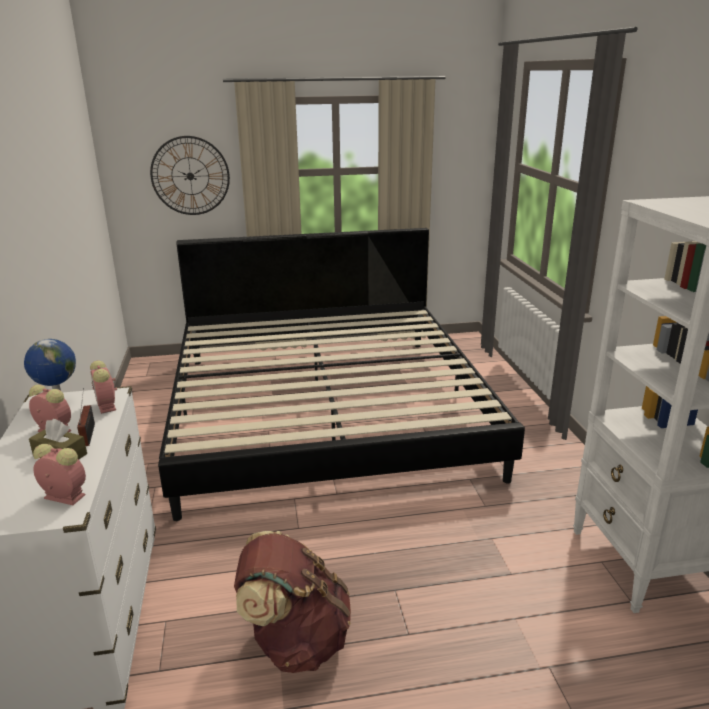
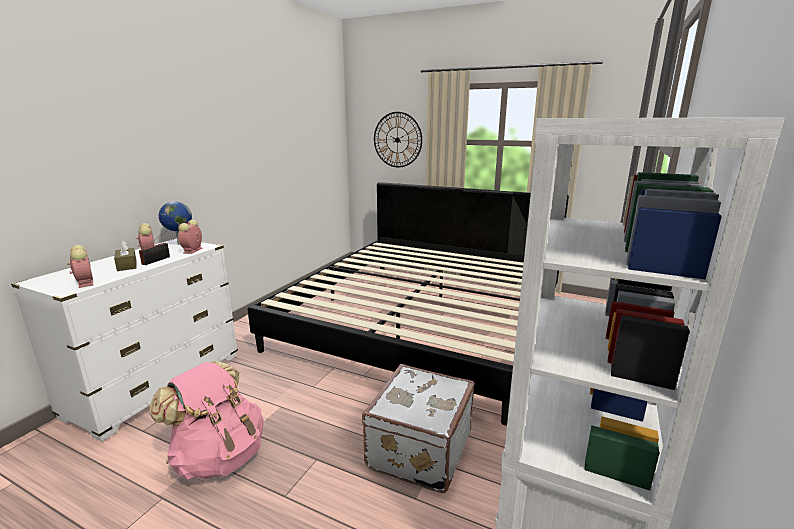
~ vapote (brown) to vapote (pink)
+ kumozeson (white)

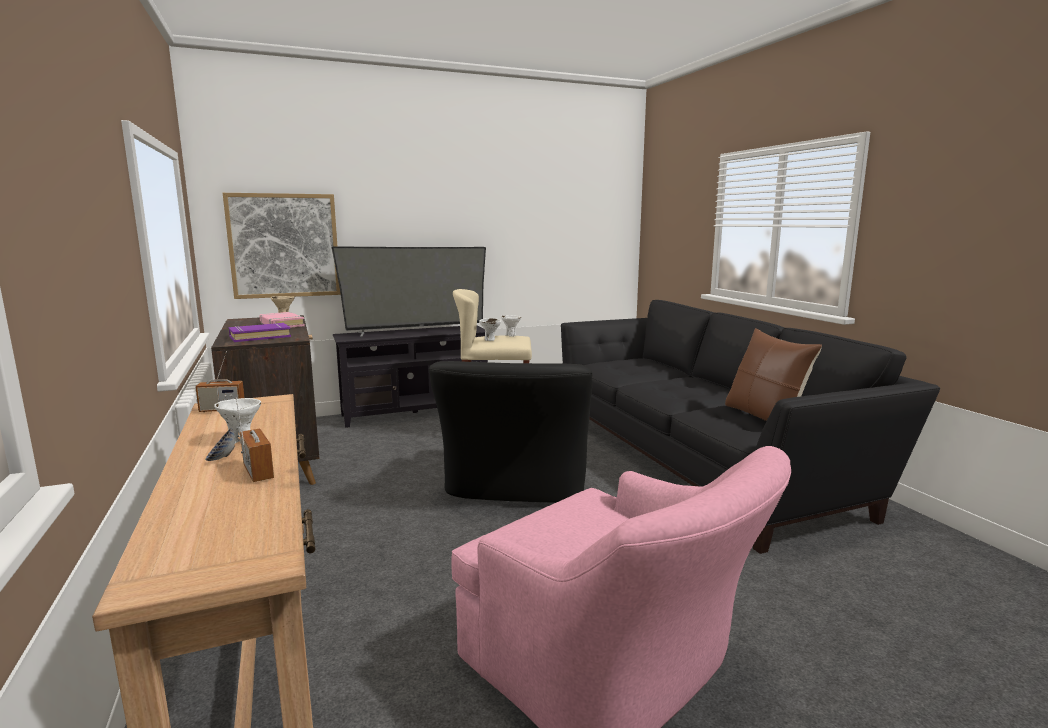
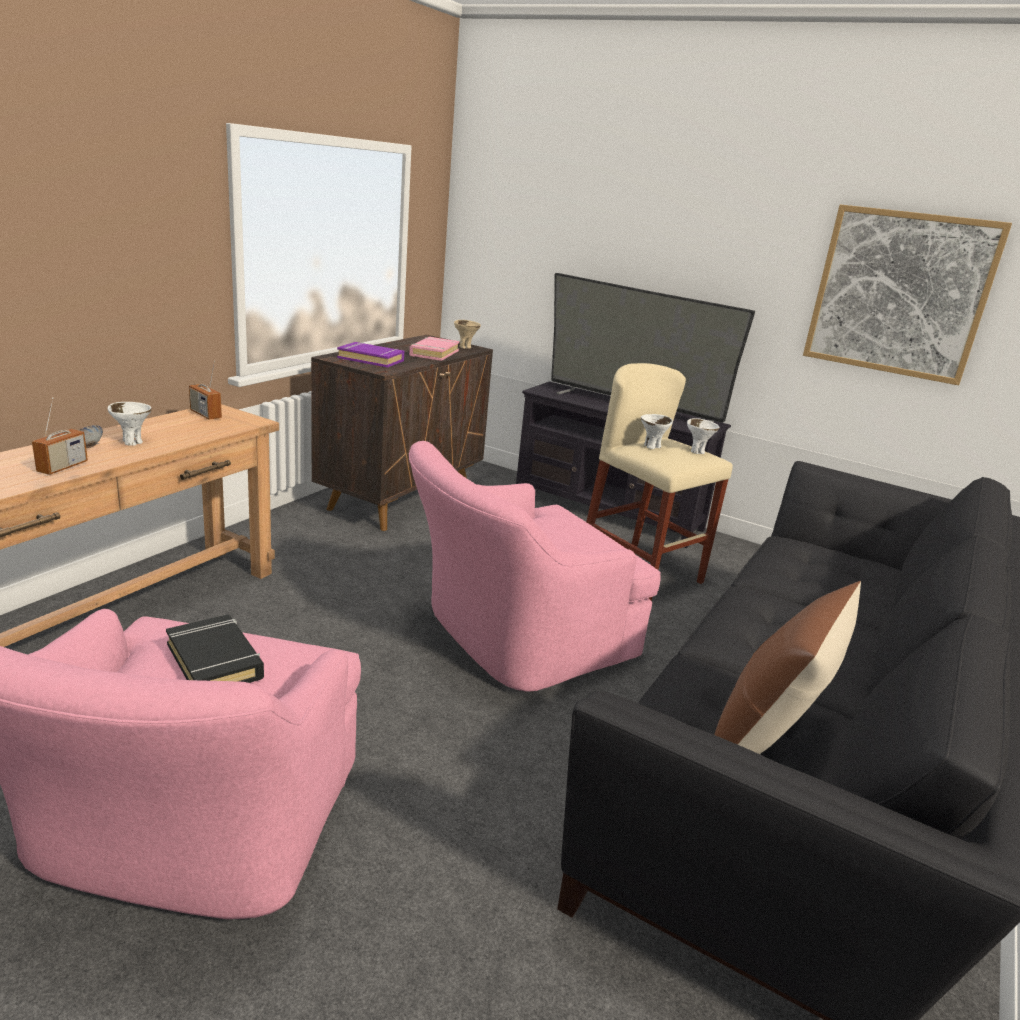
~ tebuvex
~ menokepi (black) to menokepi (pink) (no. 2 from left)
+ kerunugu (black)

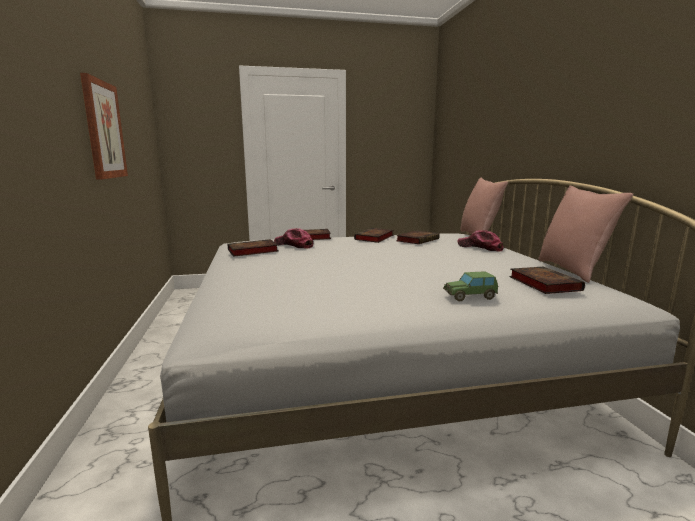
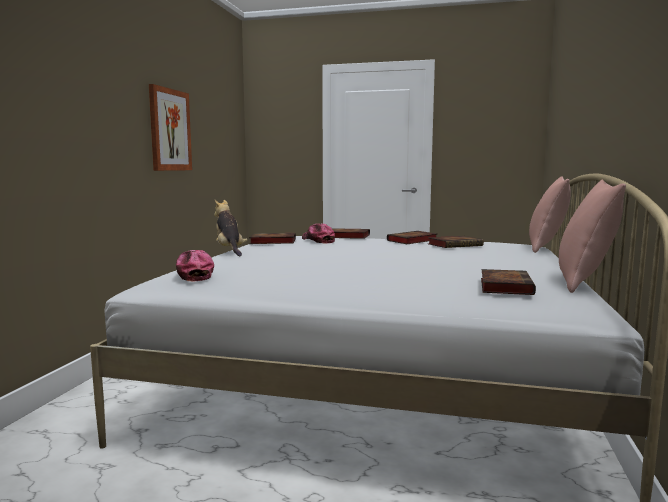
~ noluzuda (no. 2 from left in the first image) to noluzuda (no. 1 from left)
- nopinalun
+ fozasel

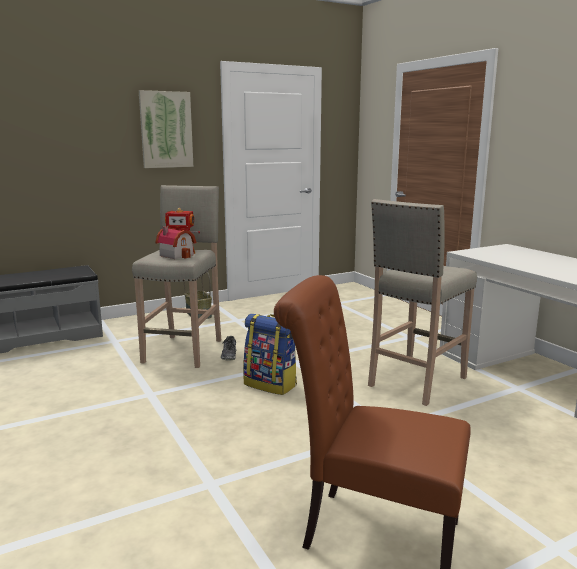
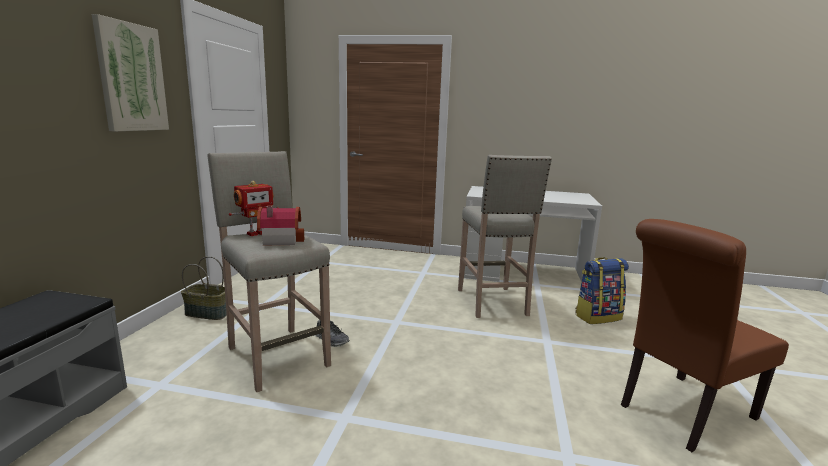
~ vapote

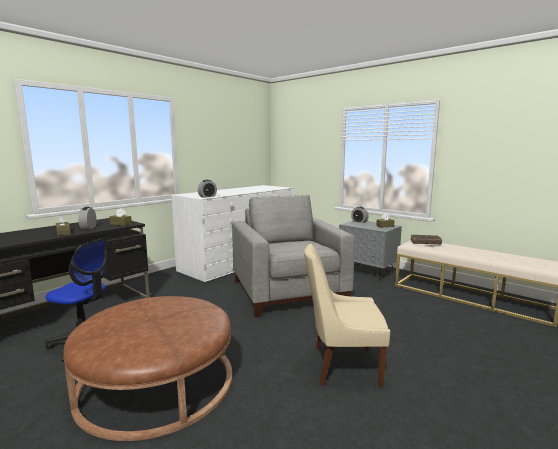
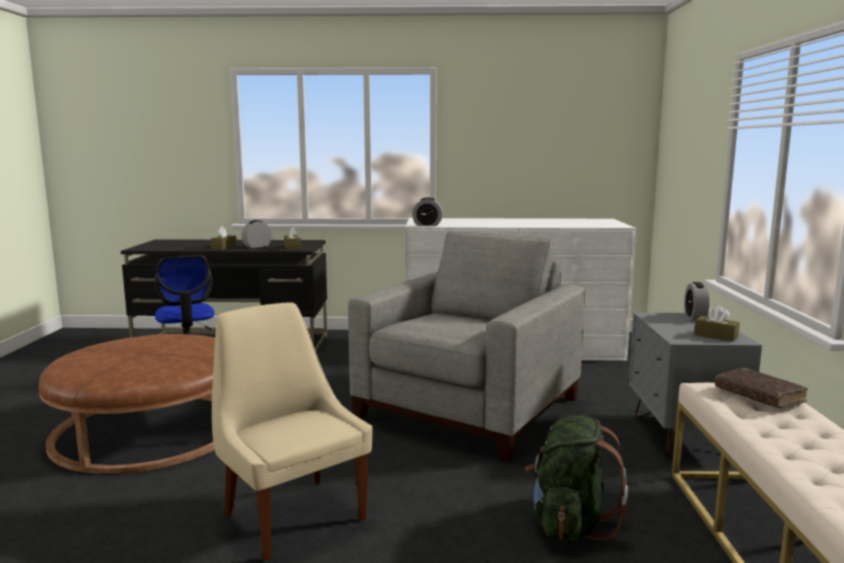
+ vapote (green)

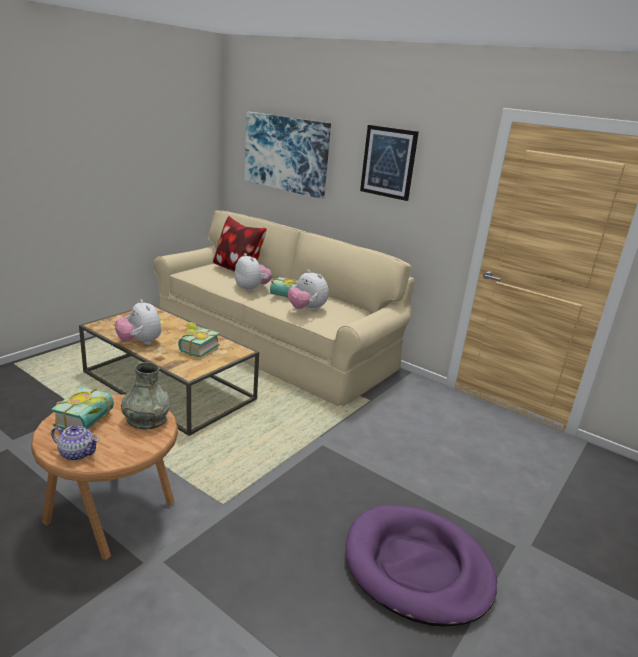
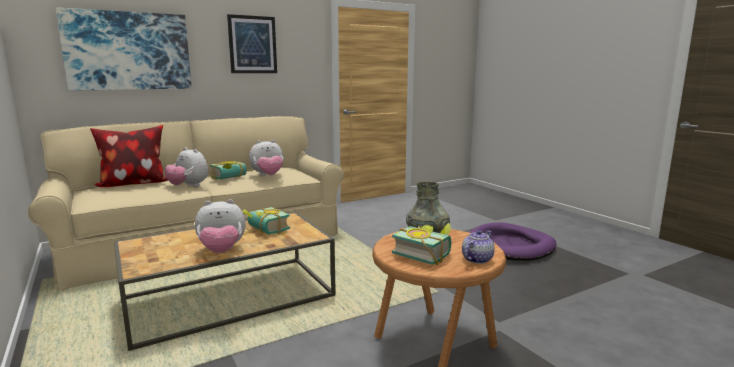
~ fozasel (no. 2 from left in the first image) 135 degrees counterclockwise

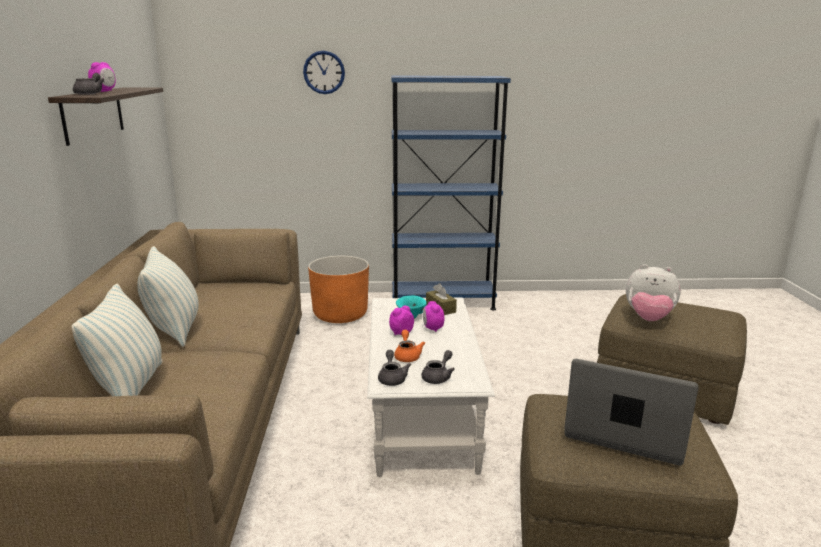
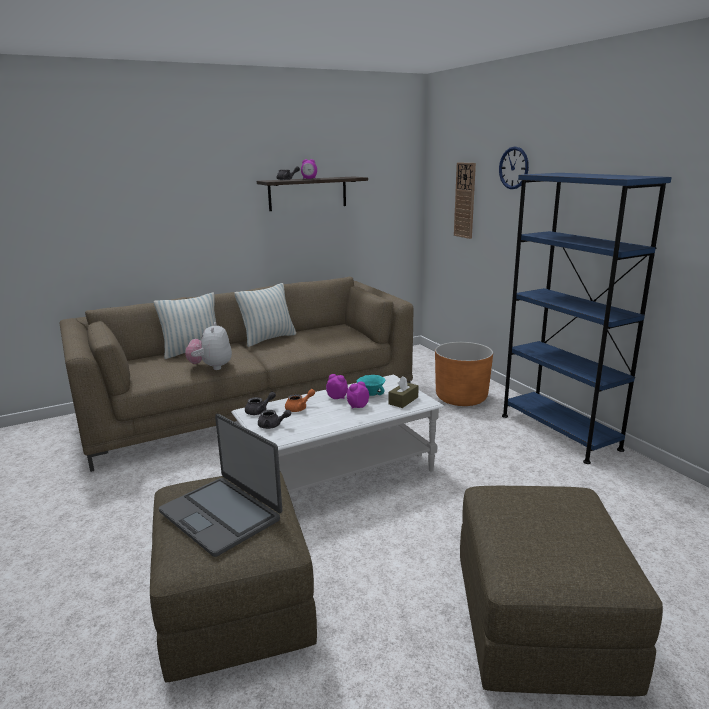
~ fozasel
~ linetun 135 degrees clockwise
+ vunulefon (no. 1 from left)

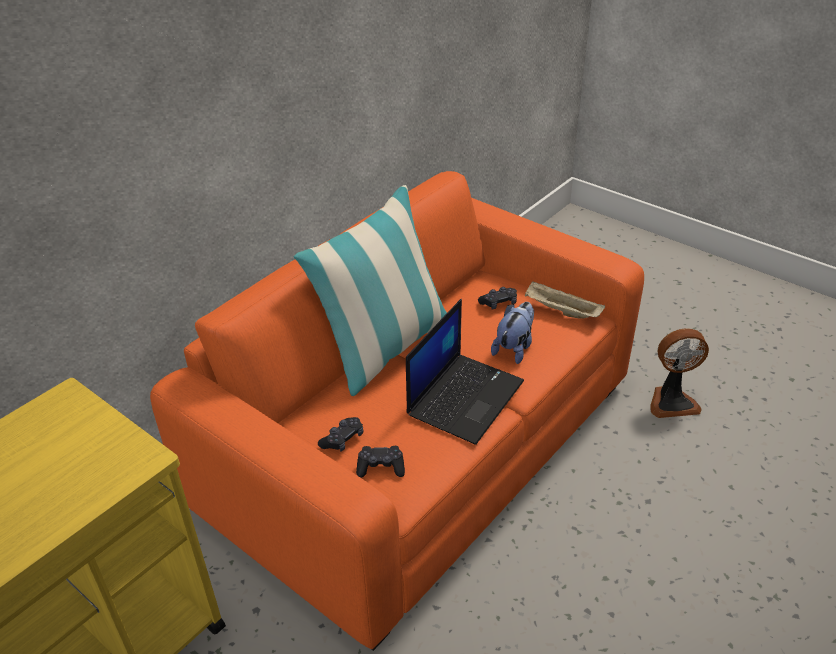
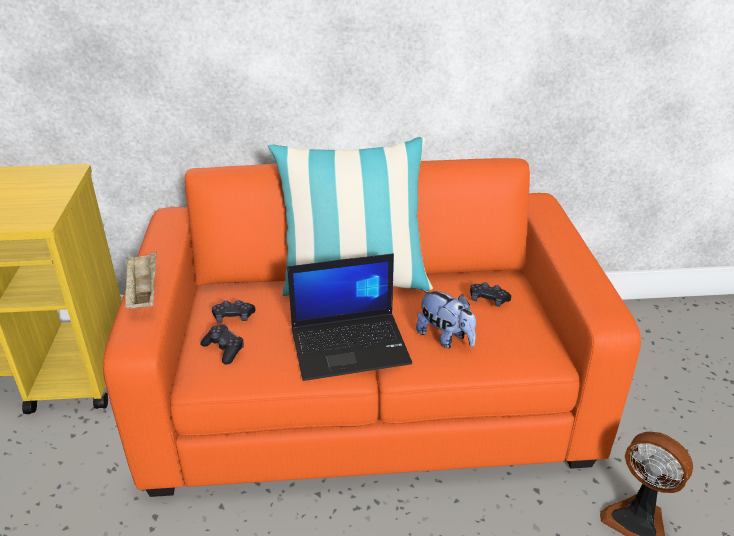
~ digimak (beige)
~ fozasel 60 degrees clockwise

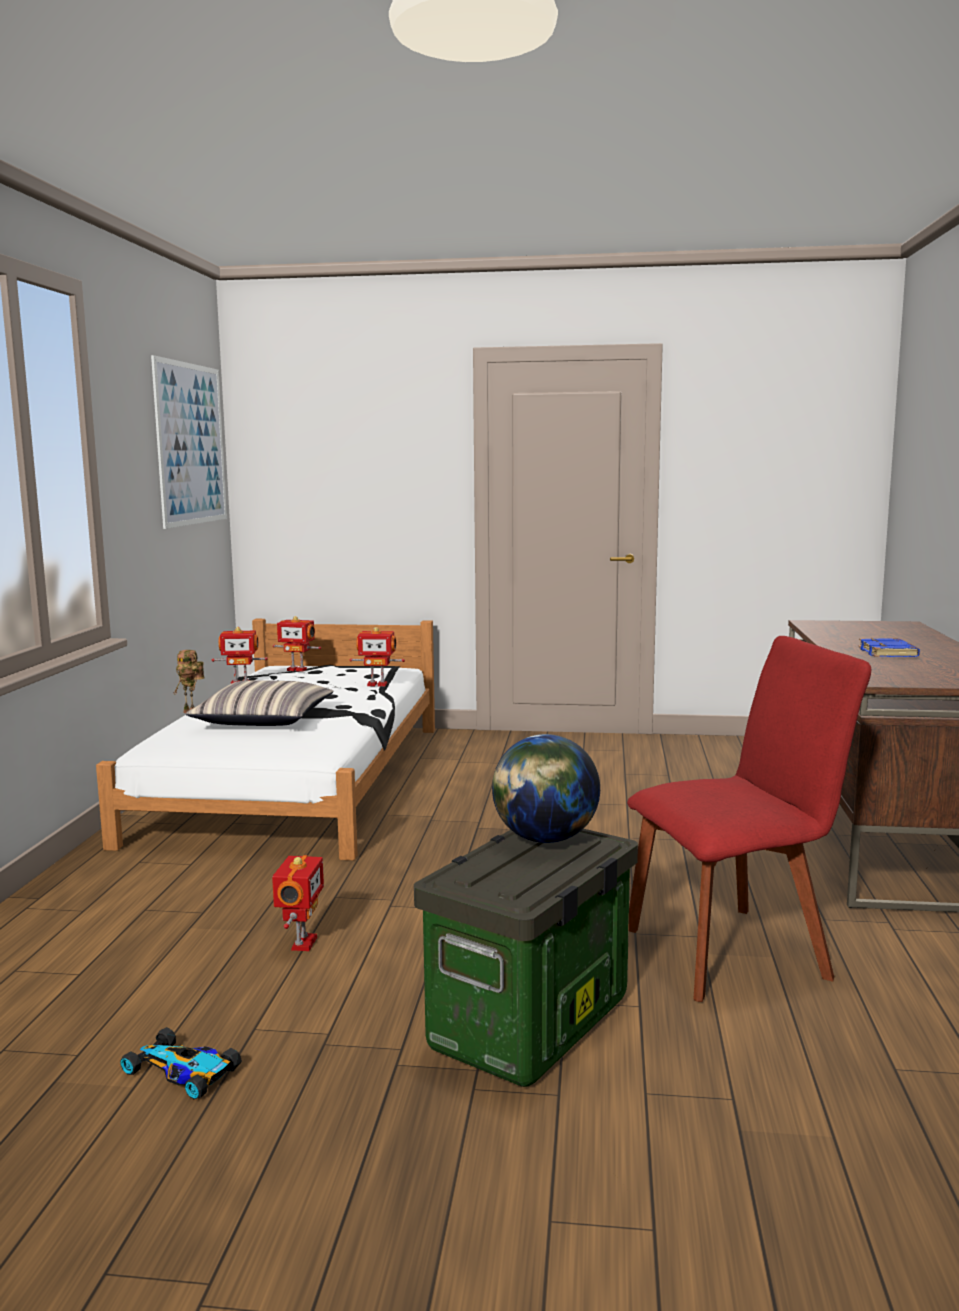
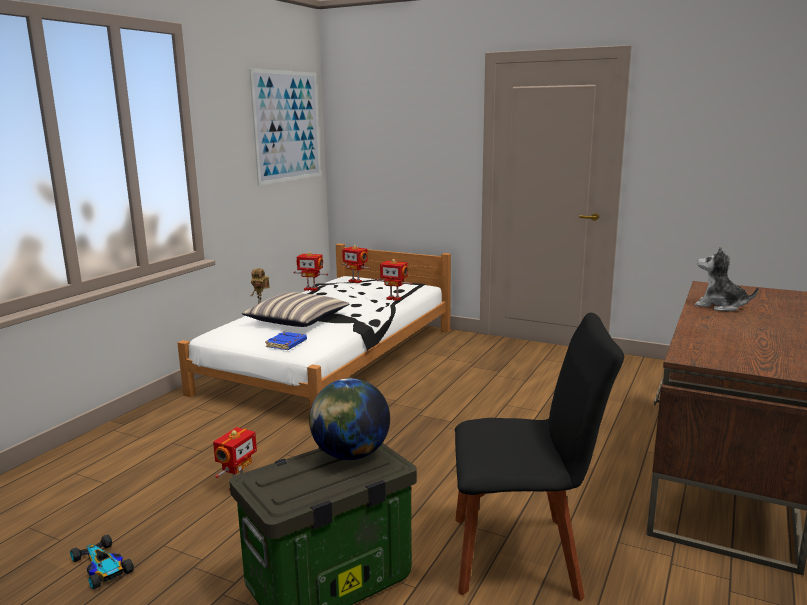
~ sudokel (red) to sudokel (black)
~ kerunugu (blue)
+ fozasel

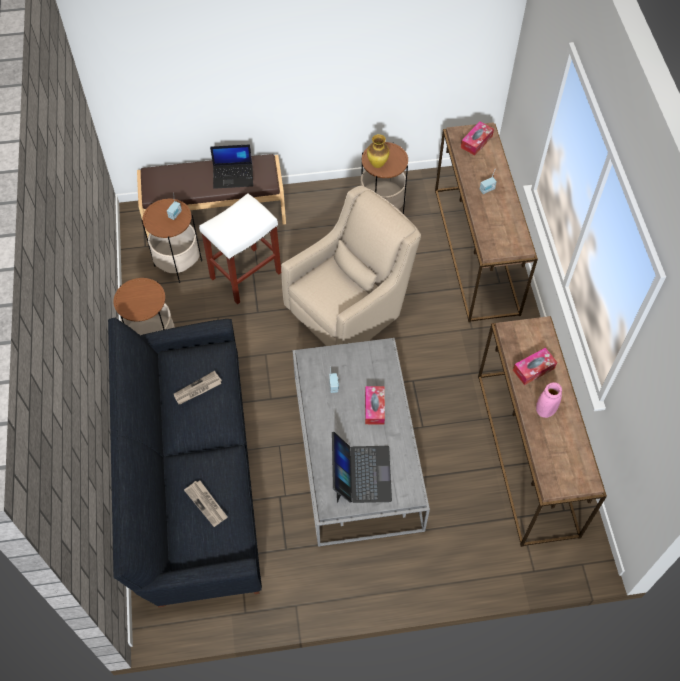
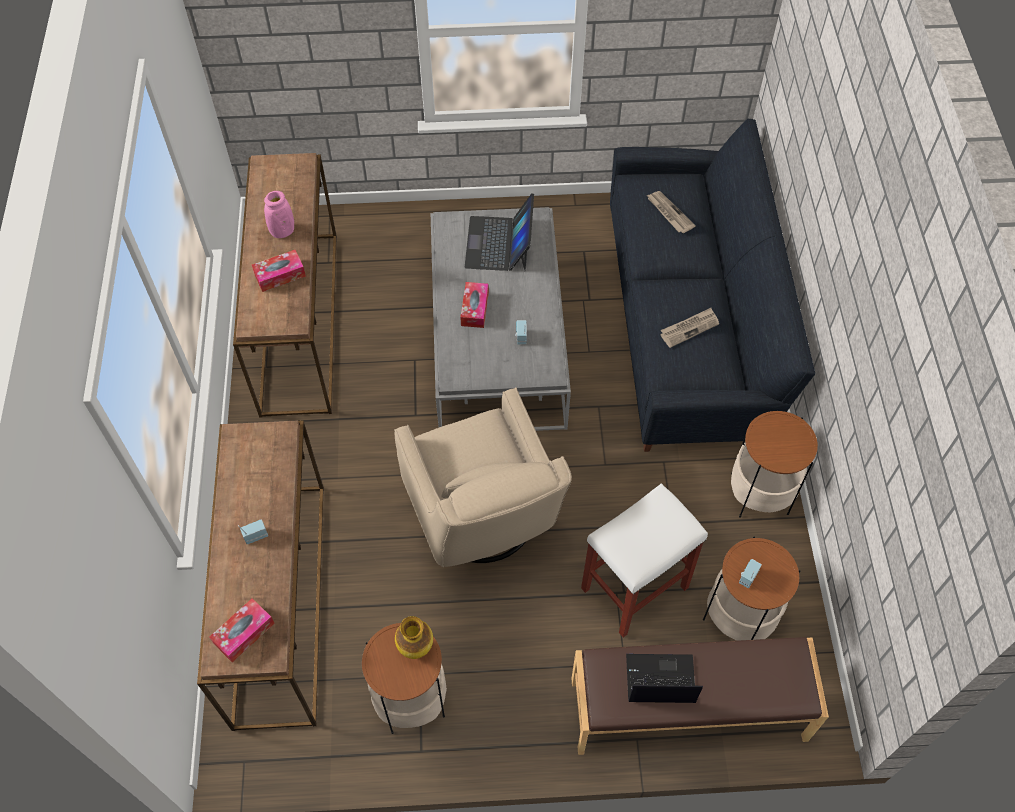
~ menokepi (beige) 75 degrees counterclockwise

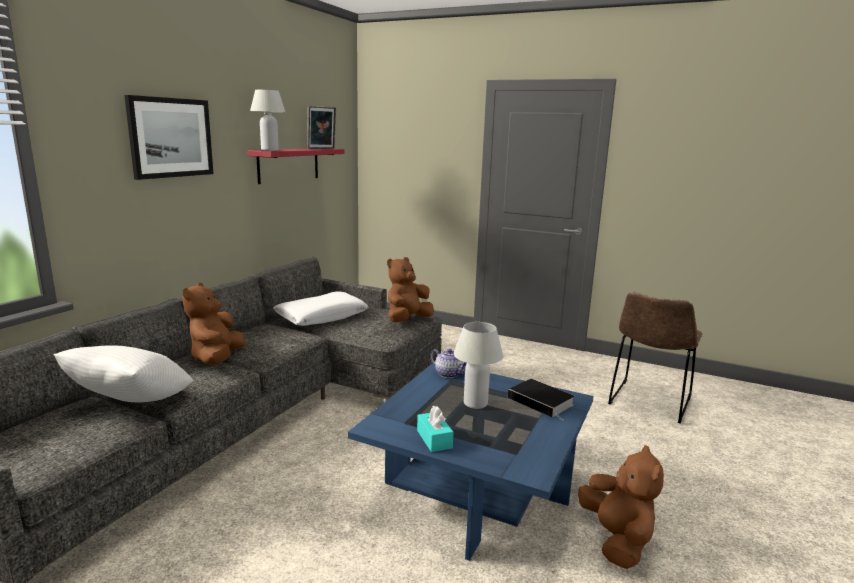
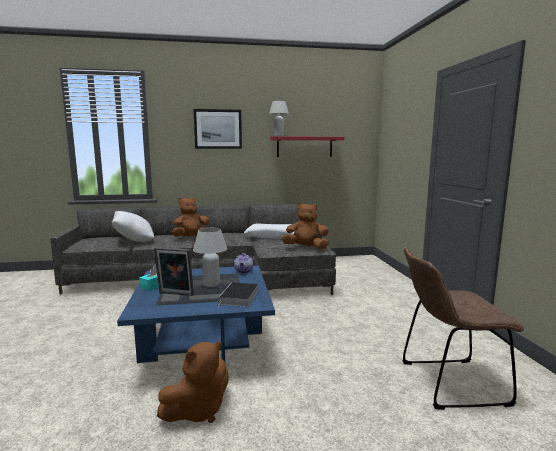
~ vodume

